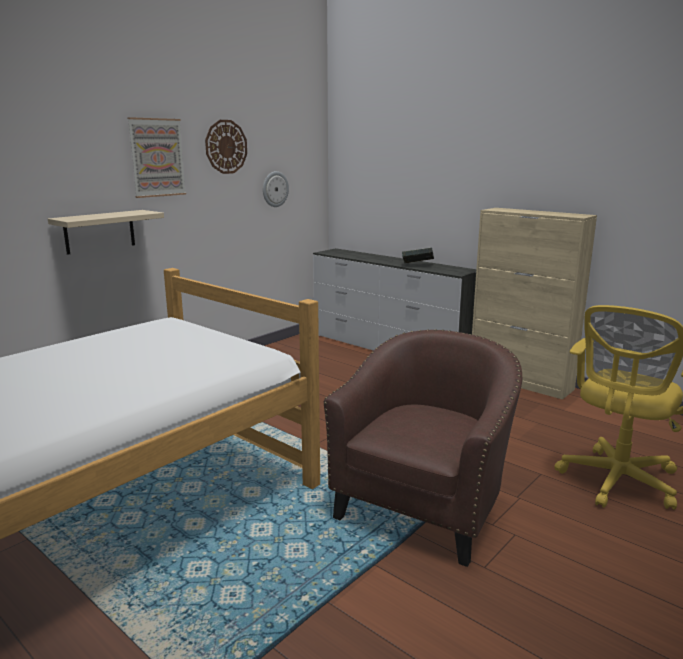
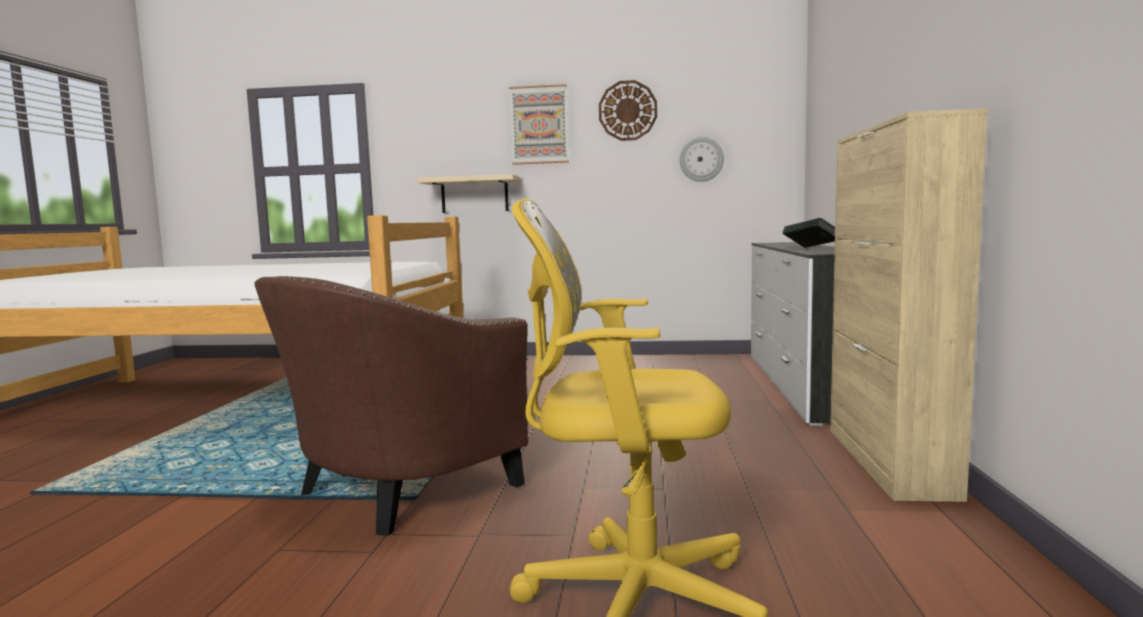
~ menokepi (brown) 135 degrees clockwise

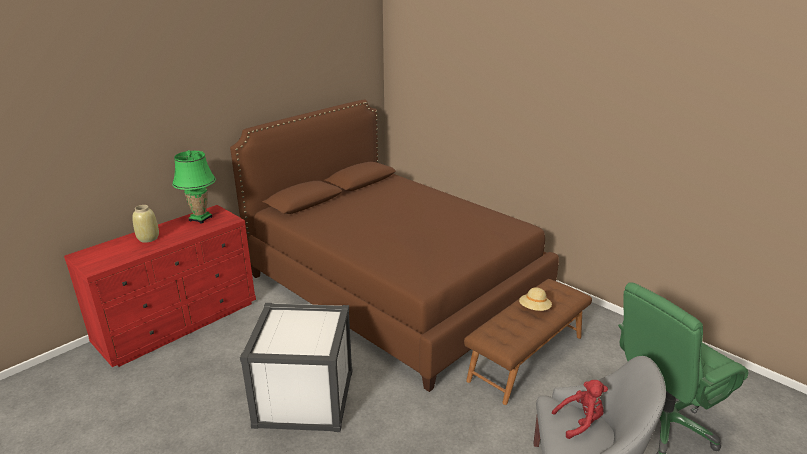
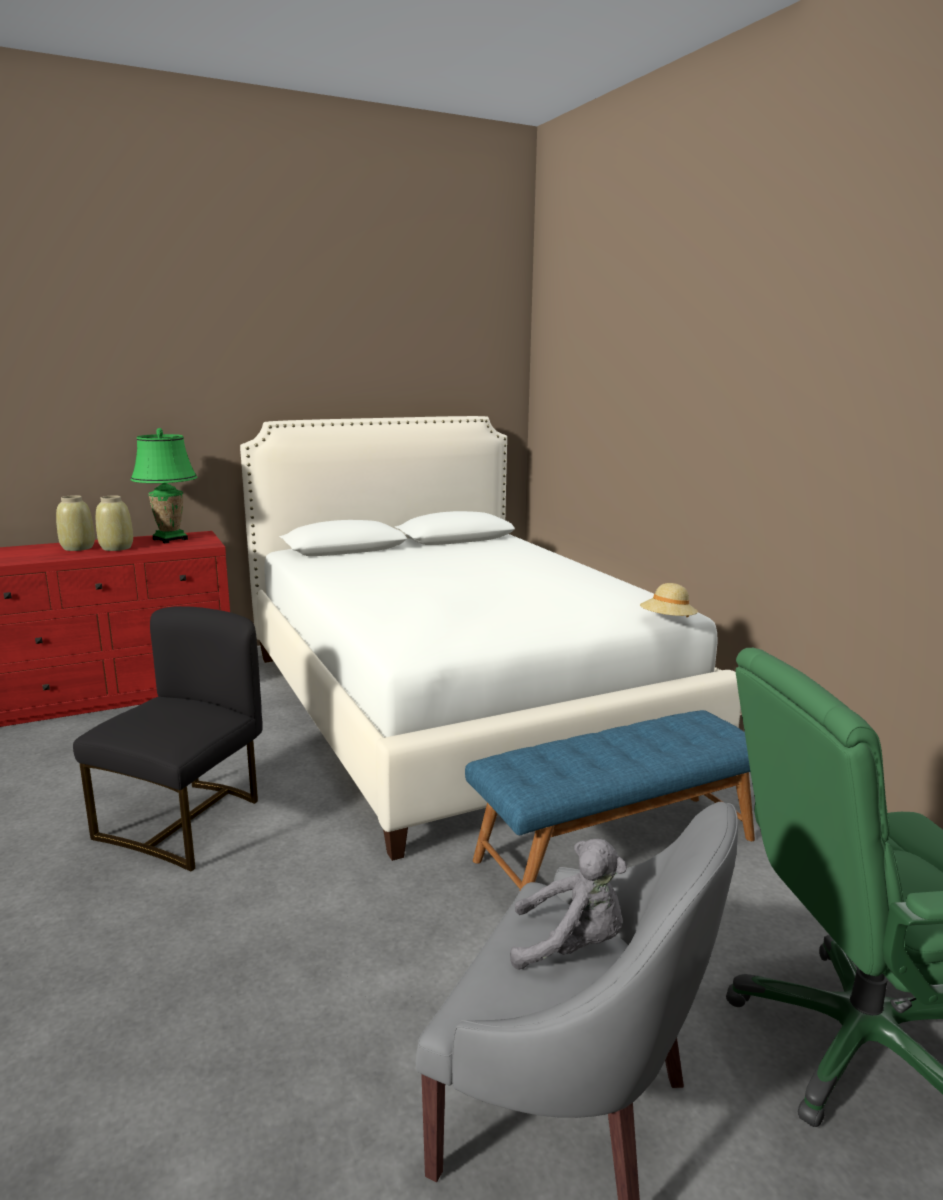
~ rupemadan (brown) to rupemadan (white)
~ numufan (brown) to numufan (blue)
~ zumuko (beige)
~ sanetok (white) to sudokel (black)
~ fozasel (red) to fozasel (grey)
+ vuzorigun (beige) (no. 2 from left)

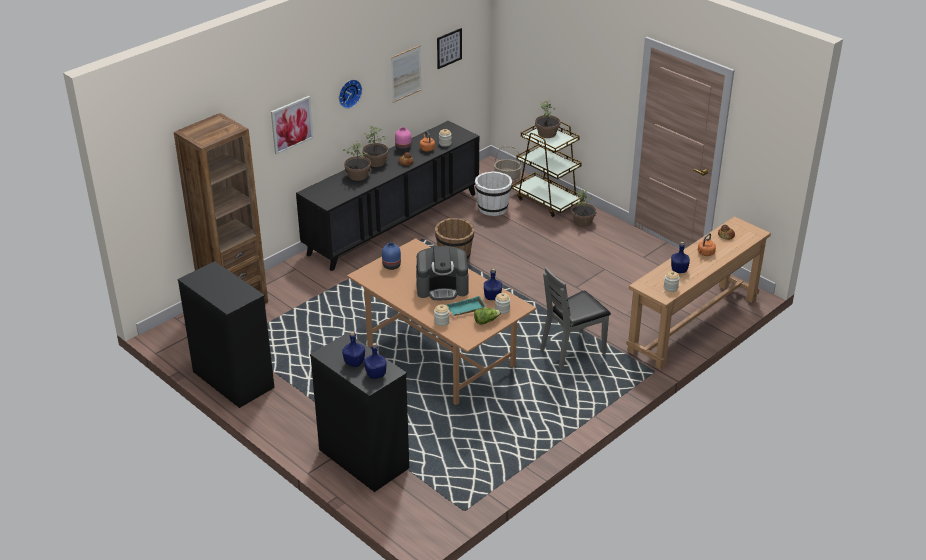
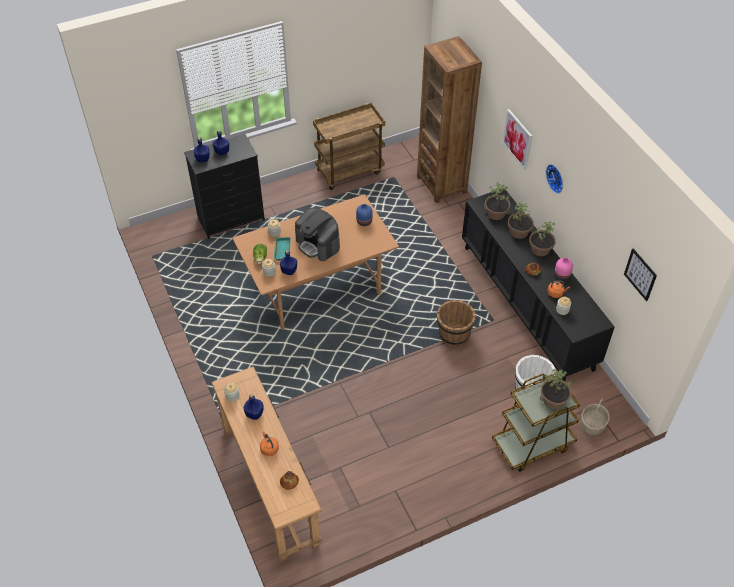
- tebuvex (no. 2 from left)
~ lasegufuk (no. 4 from left in the first image) to lasegufuk (no. 1 from left)
~ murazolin 60 degrees counterclockwise
~ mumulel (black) (no. 1 from left) to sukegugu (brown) (no. 1 from left)
- sudokel (grey)

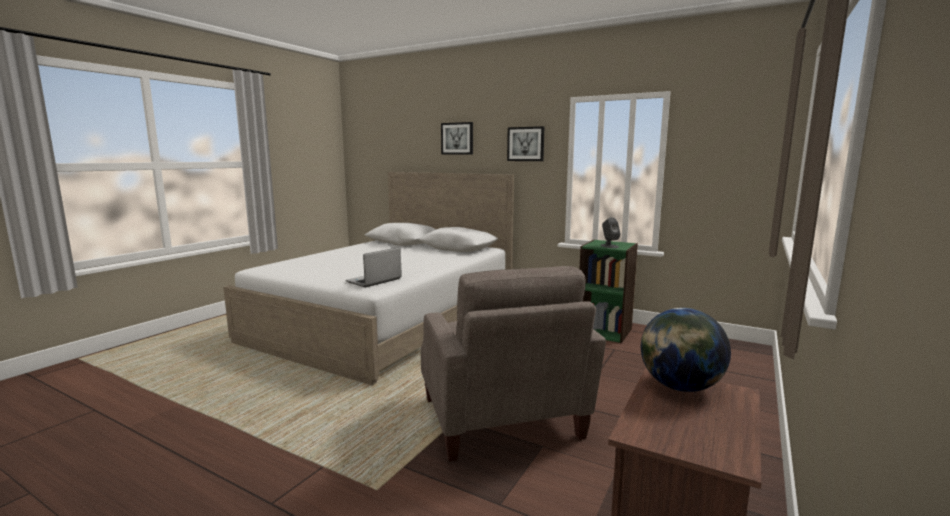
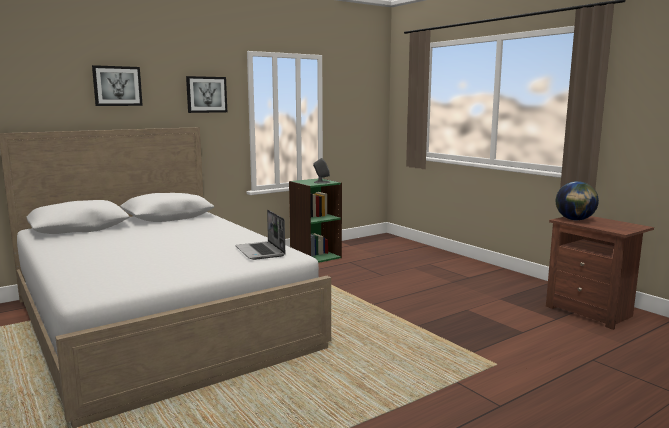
- menokepi (beige)

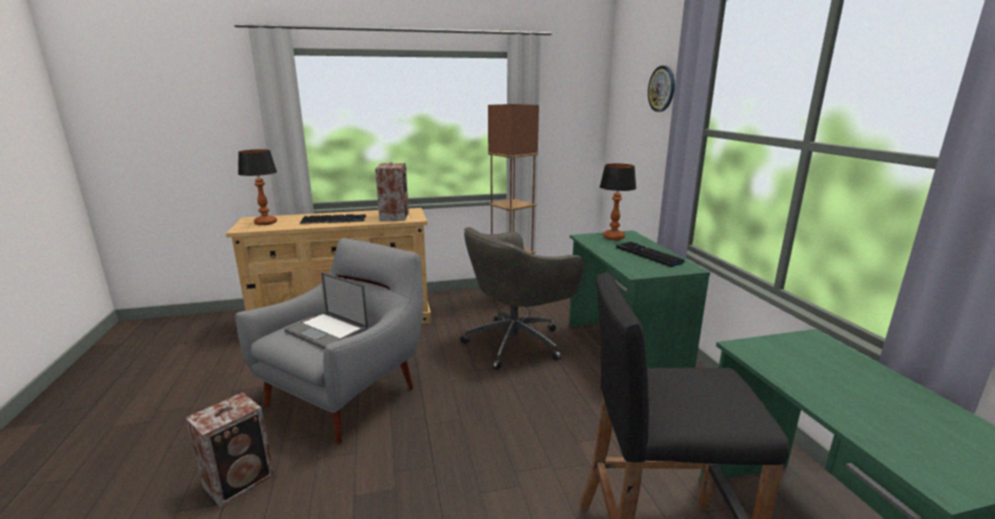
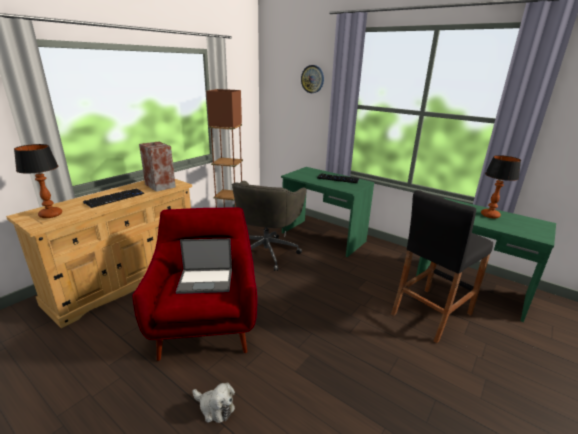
~ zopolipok (no. 2 from left)
~ menokepi (grey) to menokepi (red)
~ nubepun (no. 1 from left) to fozasel

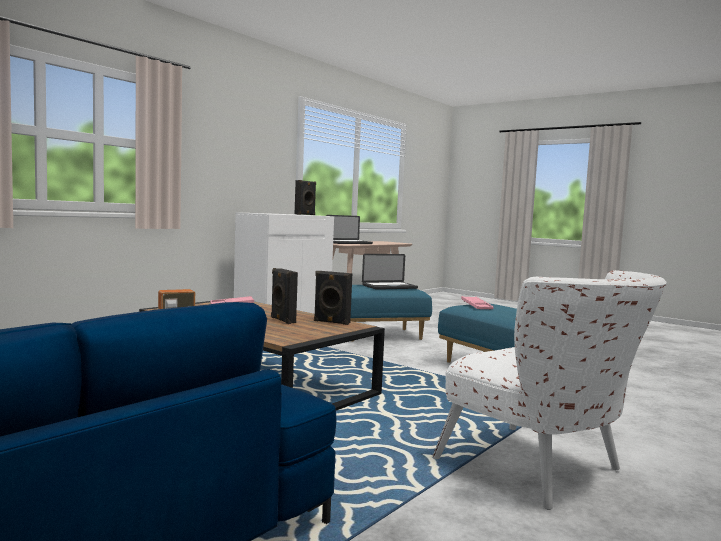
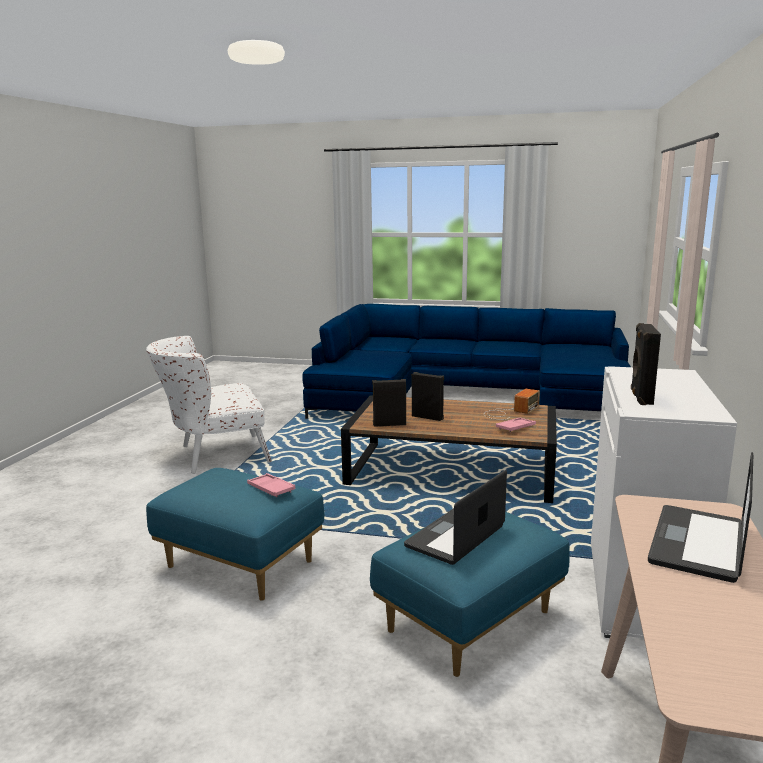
~ menokepi (white) 45 degrees counterclockwise

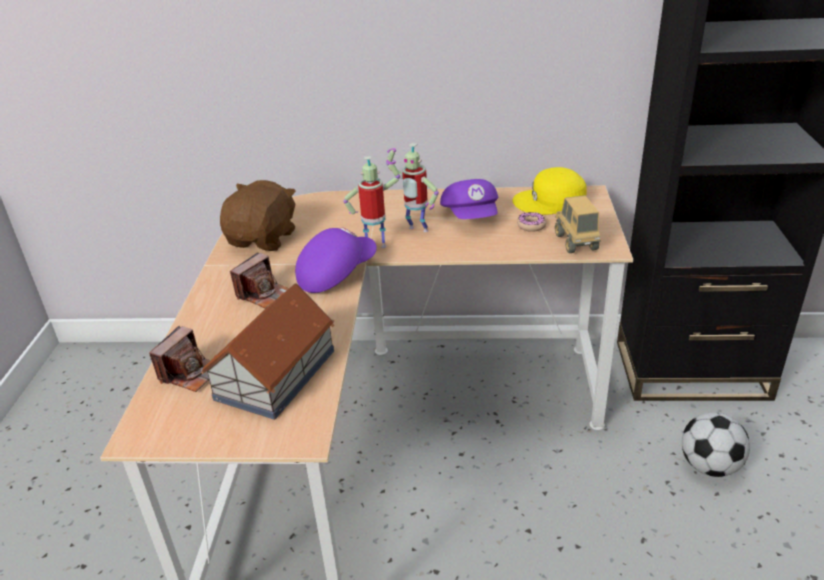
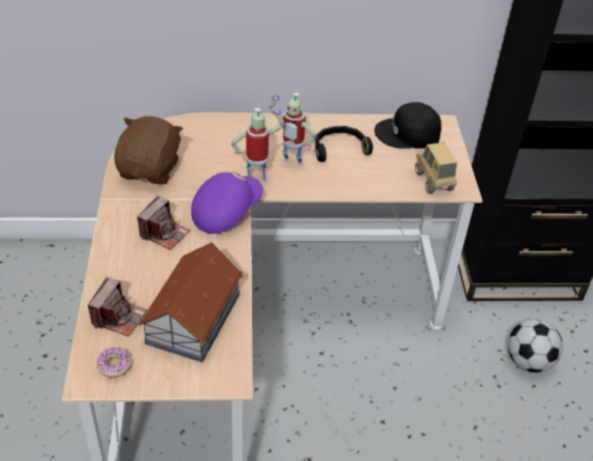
~ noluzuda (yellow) to noluzuda (black)
~ noluzuda (purple) (no. 2 from left) to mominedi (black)
~ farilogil

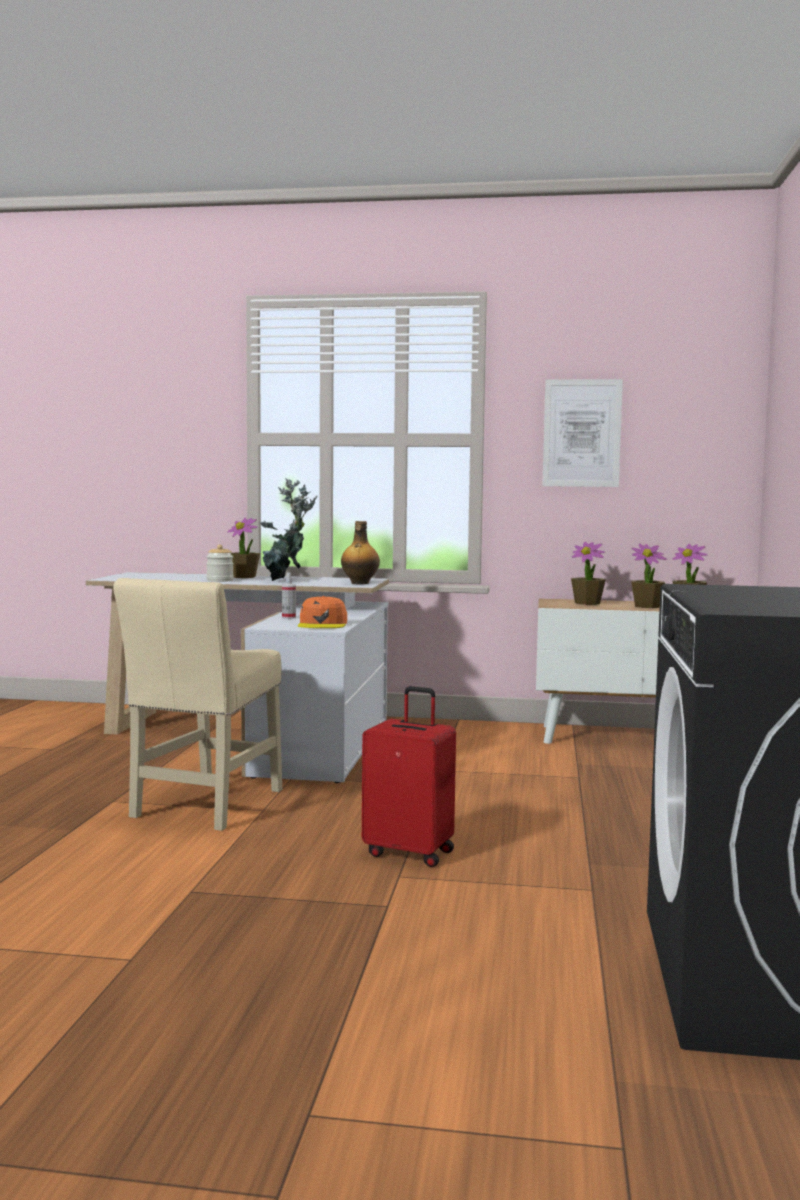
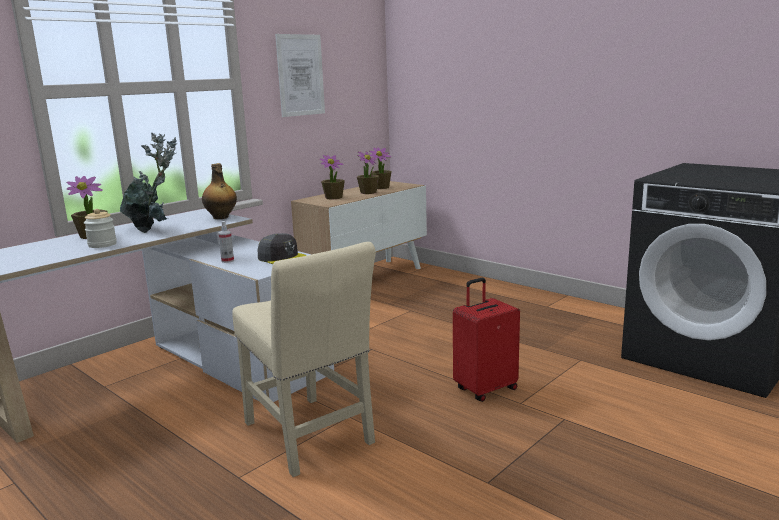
~ noluzuda (orange) to noluzuda (grey)

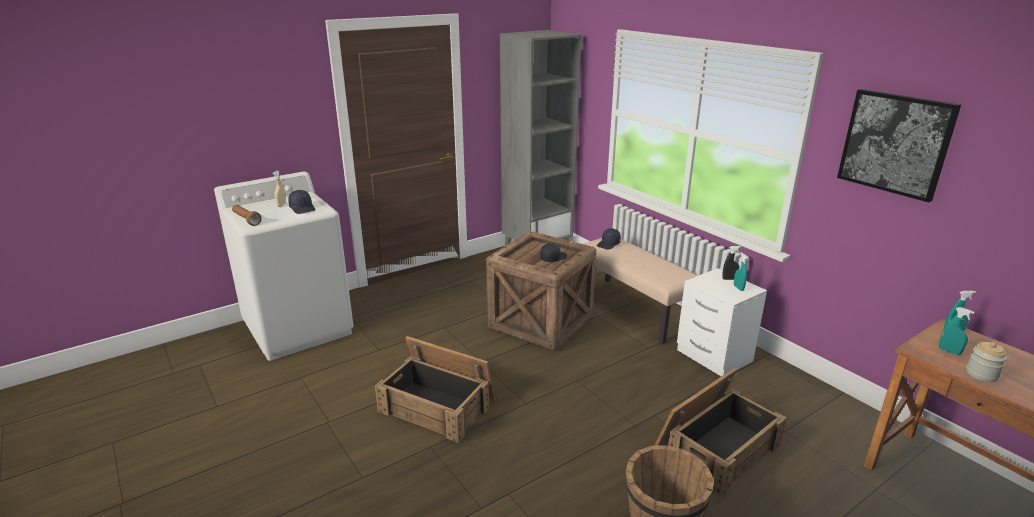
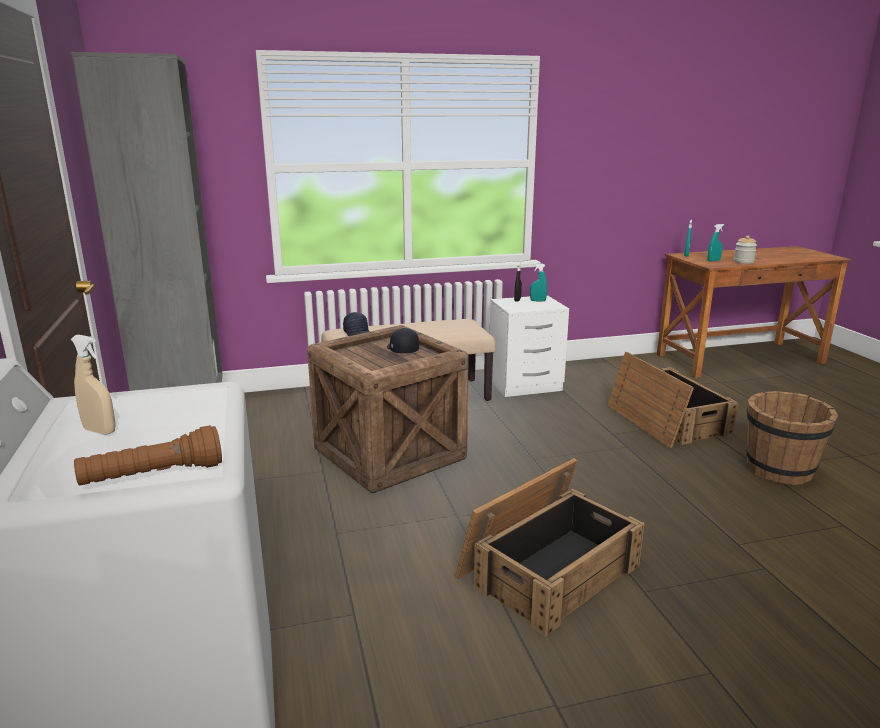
- tebuvex
- noluzuda (black) (no. 1 from left)

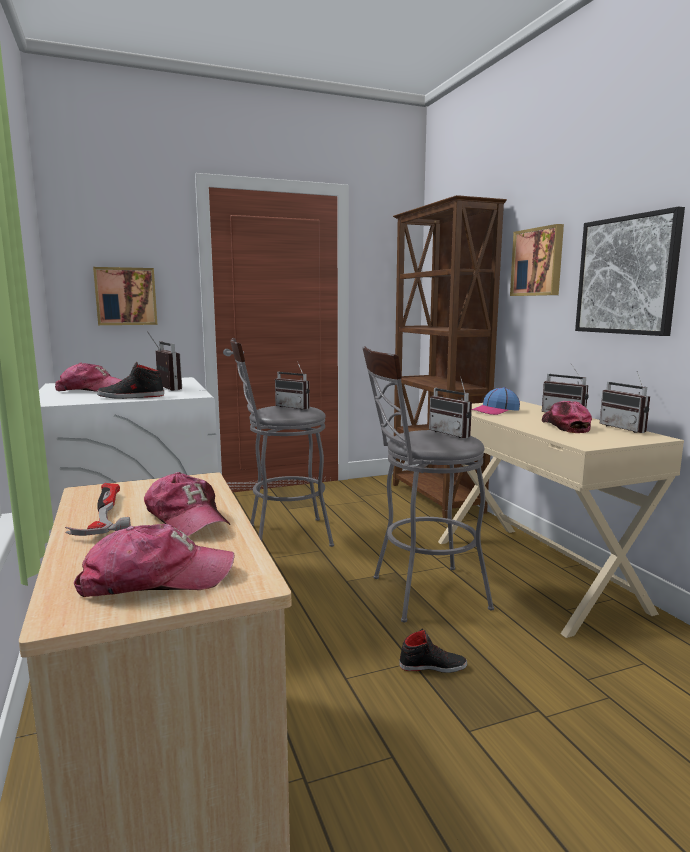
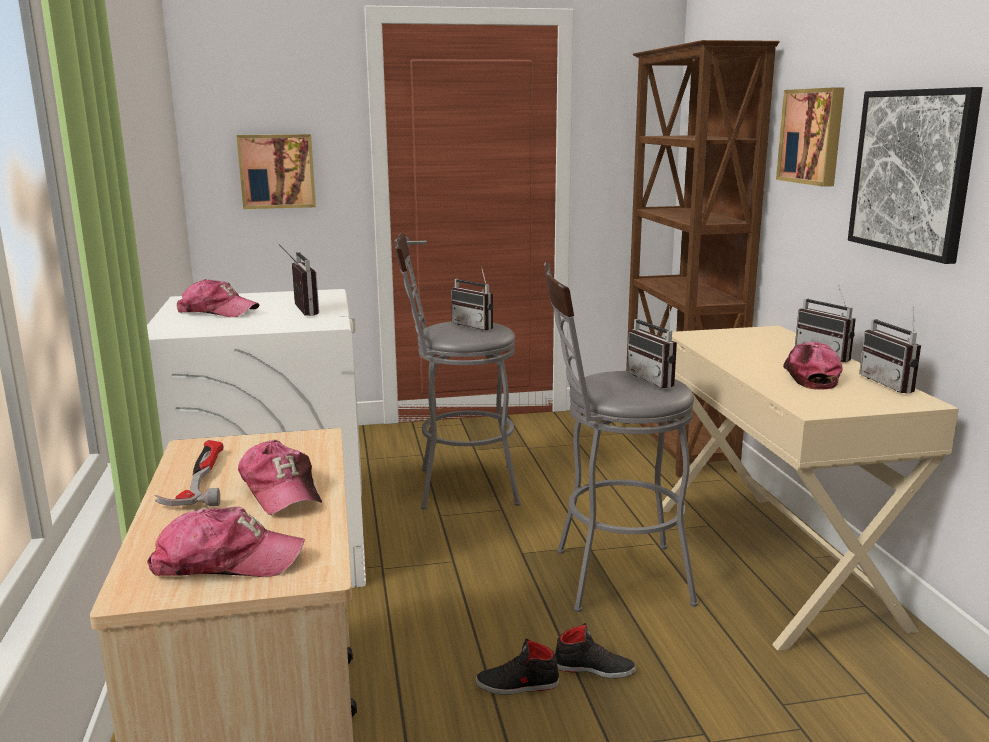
~ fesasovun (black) (no. 1 from left)
- noluzuda (no. 4 from left)

